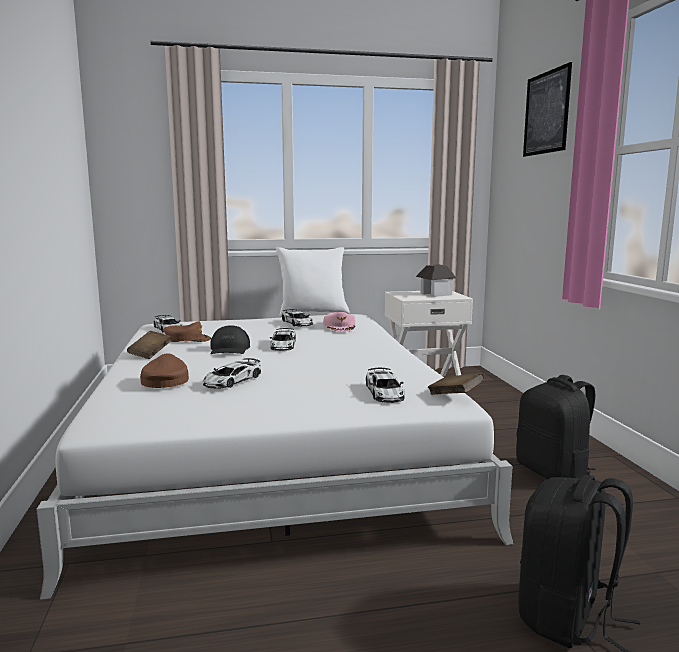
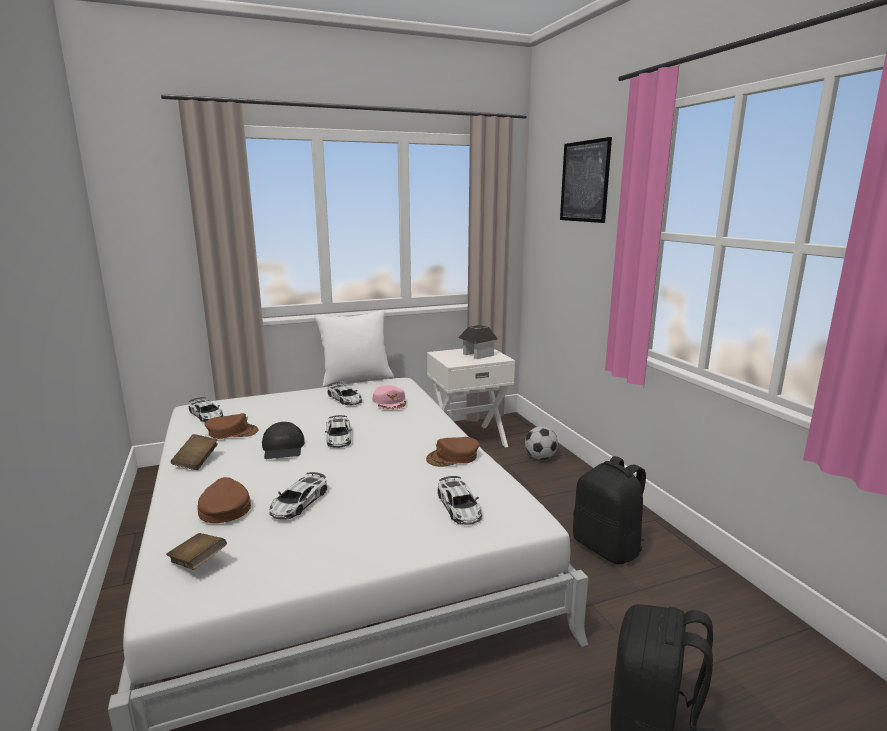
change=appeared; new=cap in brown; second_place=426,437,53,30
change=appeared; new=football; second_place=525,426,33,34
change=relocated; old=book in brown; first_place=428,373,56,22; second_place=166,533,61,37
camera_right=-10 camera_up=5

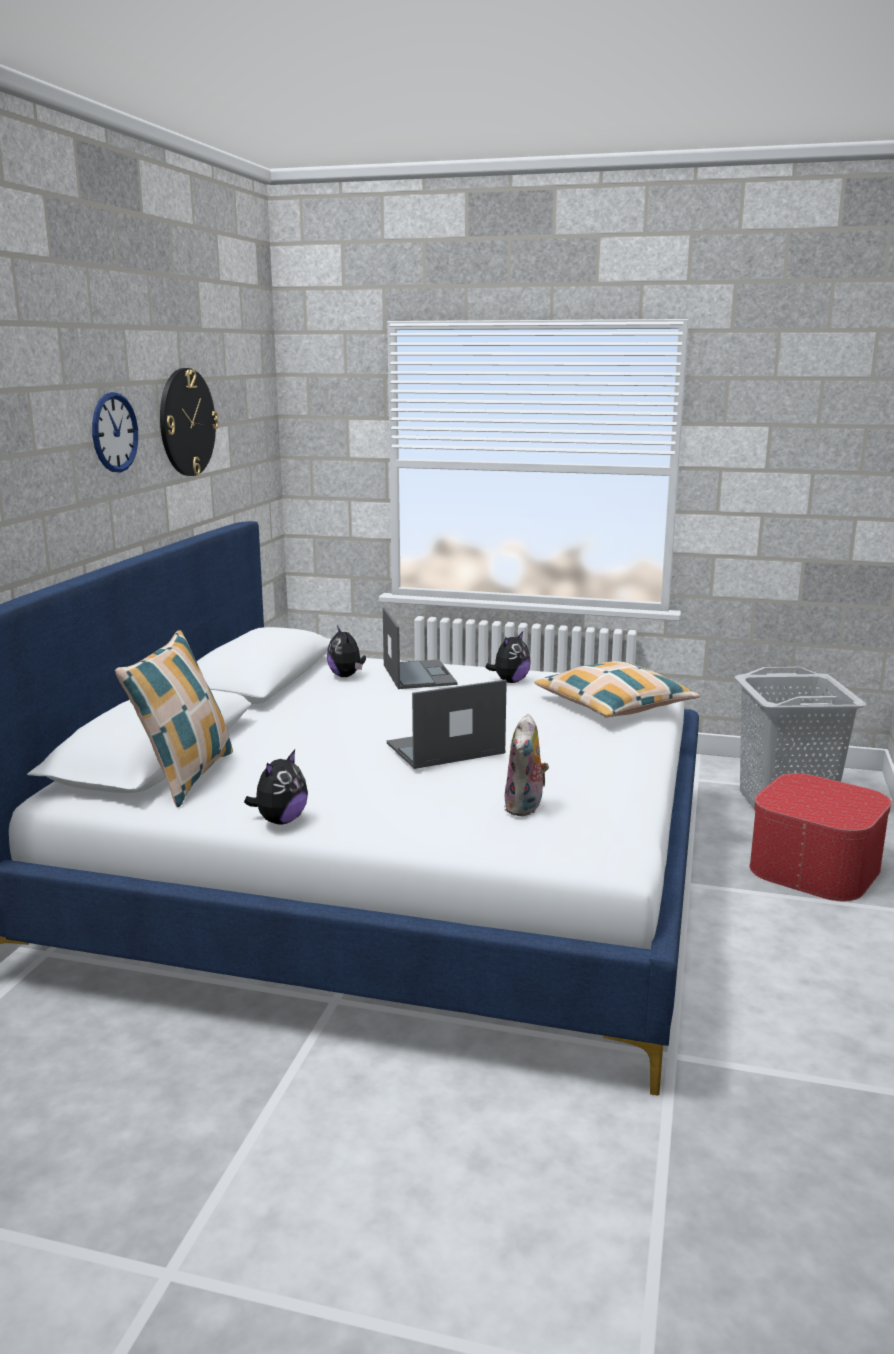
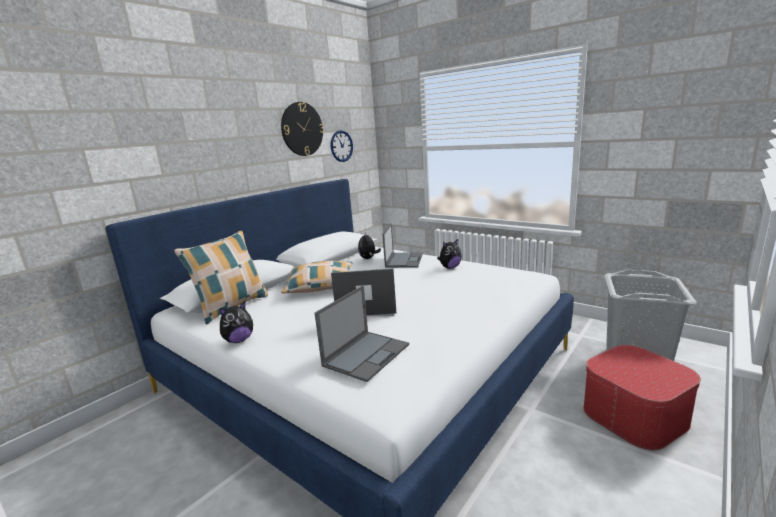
change=relocated; old=wall clock; first_place=92,392,46,80; second_place=331,130,22,32
change=relocated; old=pillow; first_place=535,661,165,57; second_place=281,261,71,32
change=exchanged; old=plush toy; new=laptop; first_place=504,714,46,102; second_place=315,285,94,97
camera_right=25 camera_up=0

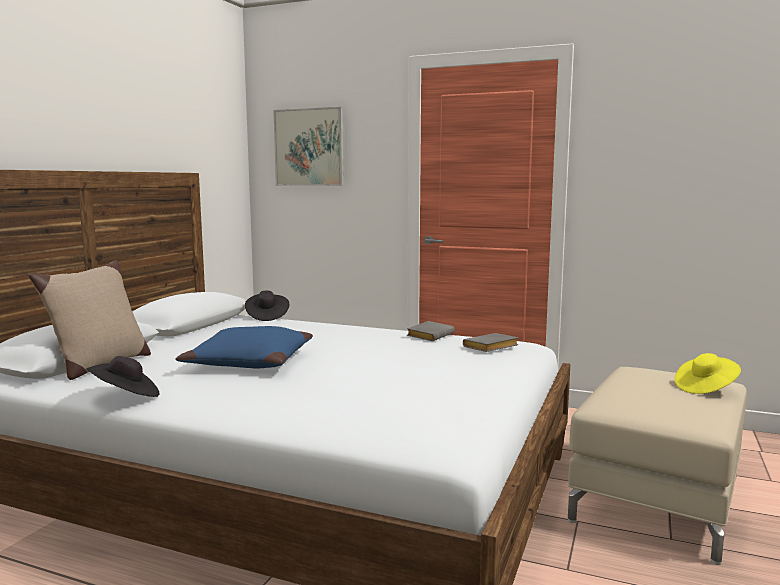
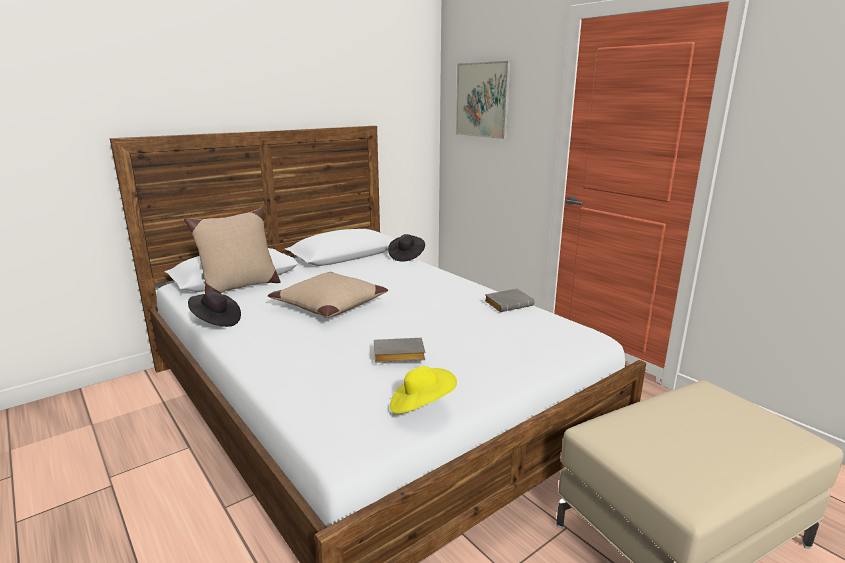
change=relocated; old=book in grey; first_place=463,333,55,19; second_place=374,338,51,25
change=relocated; old=hat in yellow; first_place=675,353,66,41; second_place=390,366,67,48
change=colour; old=pillow in blue; new=pillow in beige; first_place=176,326,137,42; second_place=268,272,120,46
camera_right=30 camera_up=10

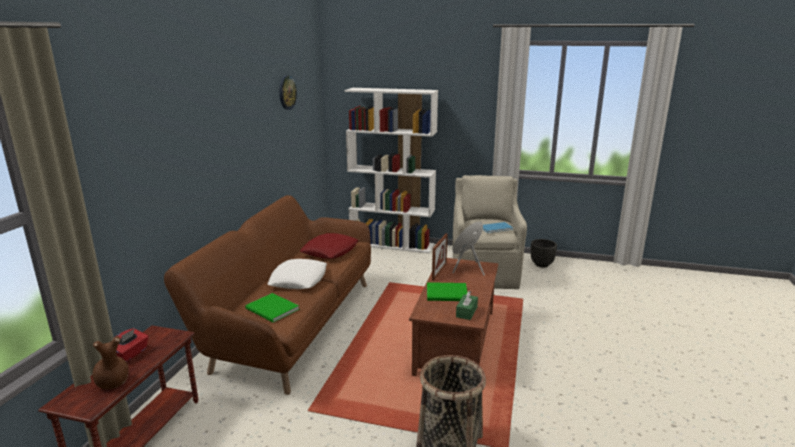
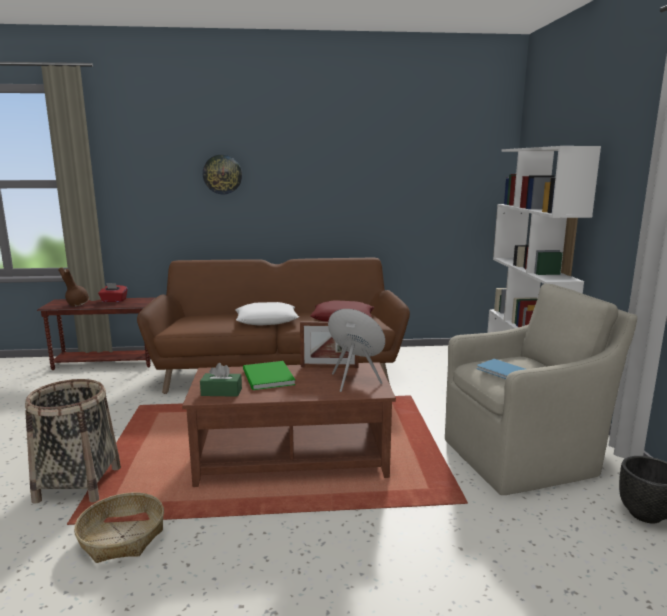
change=missing; old=book in green; first_place=245,293,54,30
change=appeared; new=basket; second_place=74,492,90,71
change=relocated; old=wall clock; first_place=279,75,18,35; second_place=203,155,39,39
camera_right=70 camera_up=-5

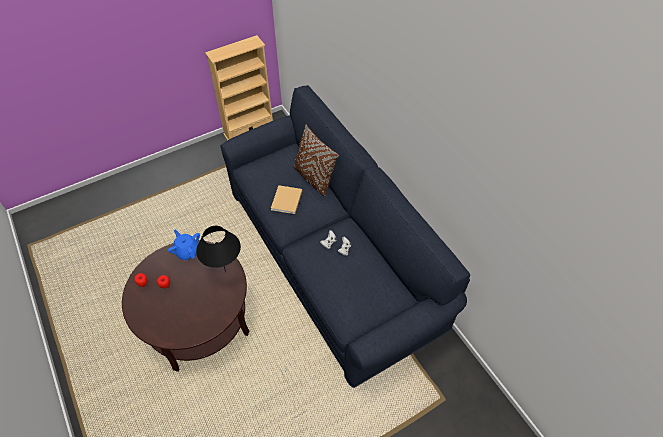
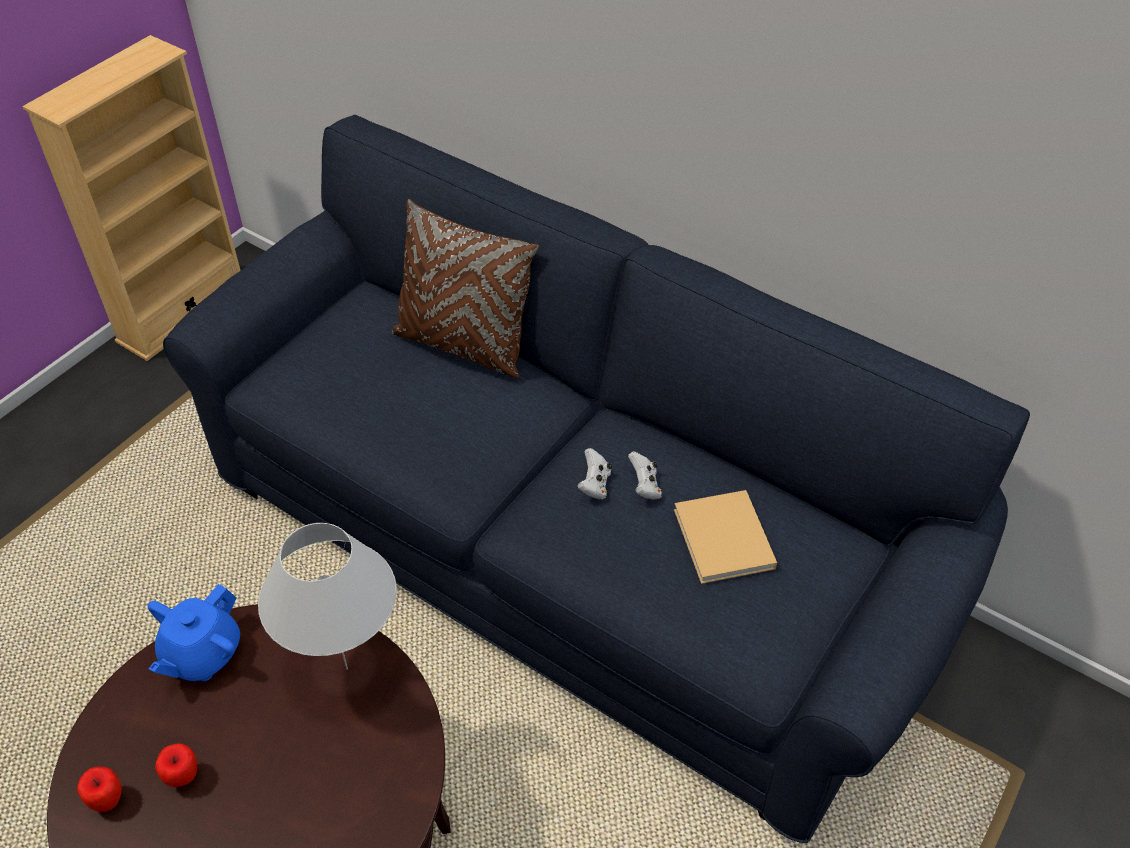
change=relocated; old=book in beige; first_place=271,185,31,29; second_place=674,490,103,94
change=colour; old=table lamp in black; new=table lamp in white; first_place=196,226,45,46; second_place=258,523,139,146
change=spun; old=teapot in blue; first_place=168,229,32,31; second_place=148,584,92,97; degrees=-90
camera_right=-25 camera_up=-5

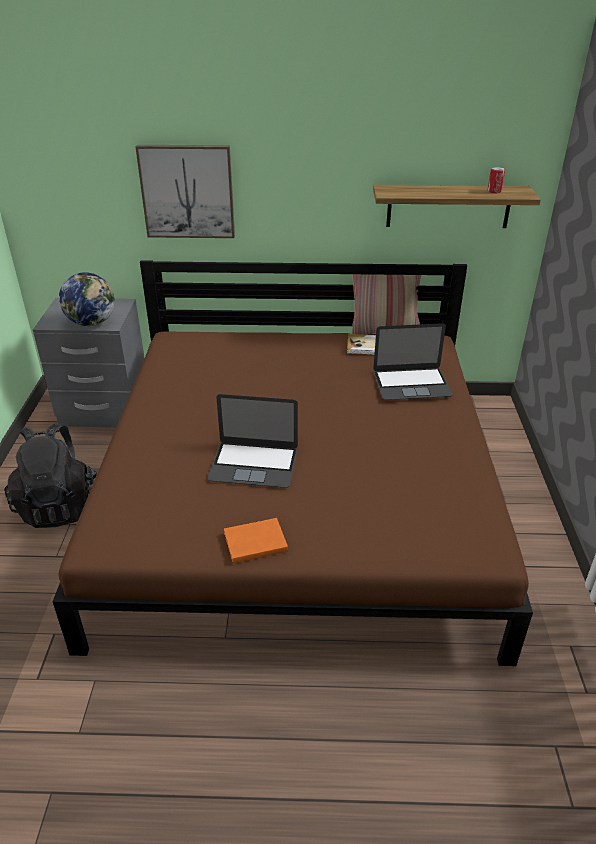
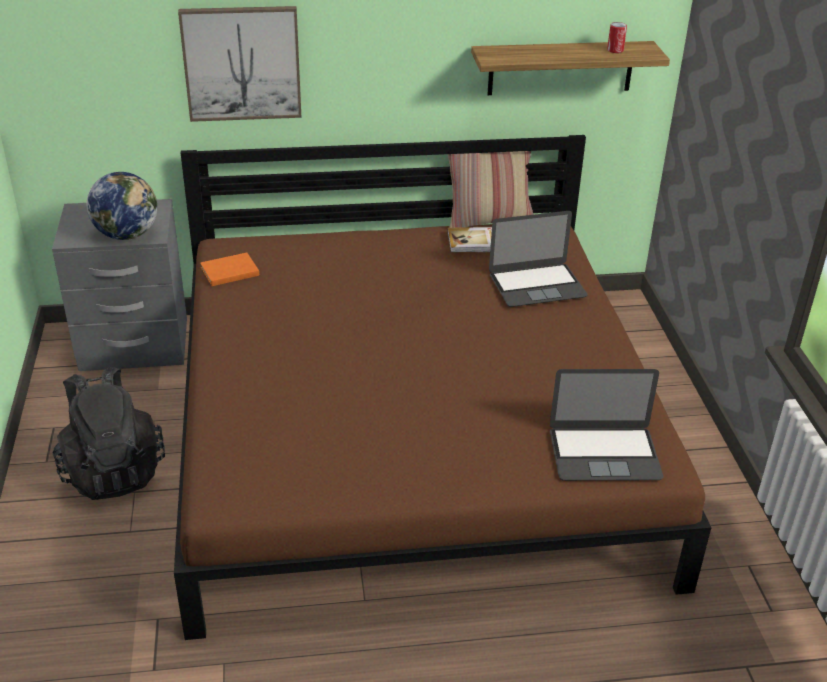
change=relocated; old=laptop; first_place=207,394,91,94; second_place=550,369,113,112
change=relocated; old=book in orange; first_place=224,518,64,45; second_place=200,252,59,34
camera_right=-10 camera_up=0

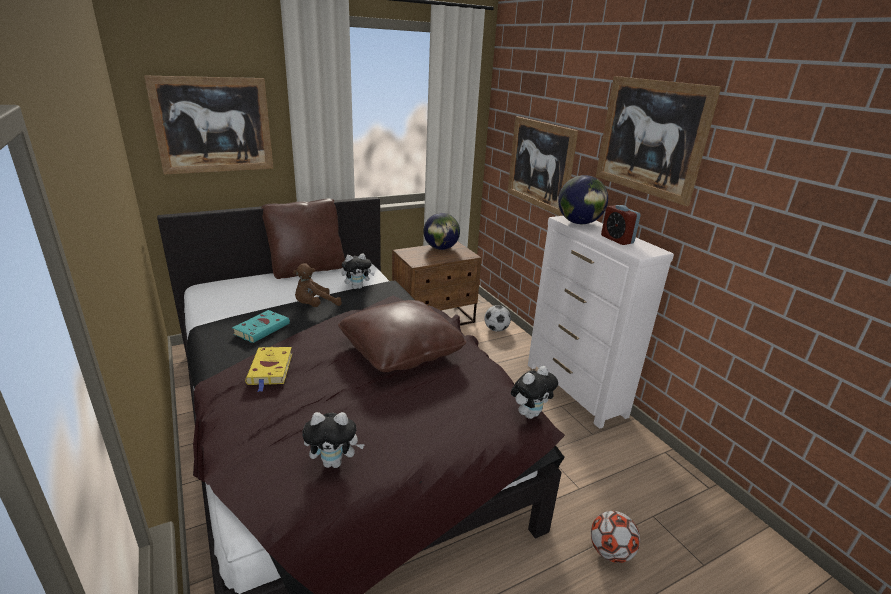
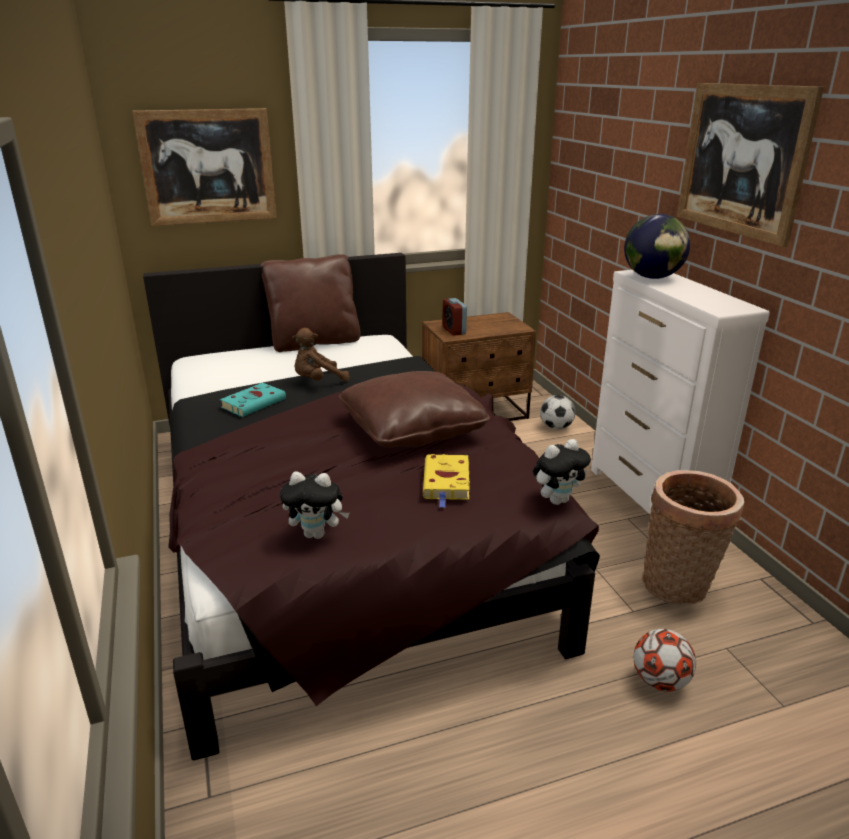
change=missing; old=plush toy; first_place=342,253,33,36
change=missing; old=globe; first_place=423,213,37,37
change=missing; old=picture; first_place=507,116,71,100
change=appeared; new=basket; second_place=642,470,102,135
change=relocated; old=book in yellow; first_place=245,347,47,45; second_place=423,454,47,54
change=relocated; old=alarm clock; first_place=601,205,40,40; second_place=443,298,24,38
camera_right=10 camera_up=0

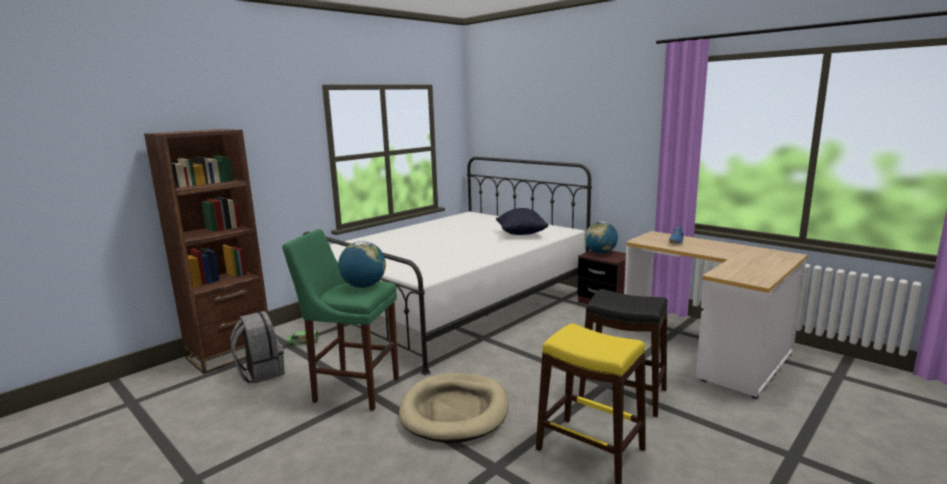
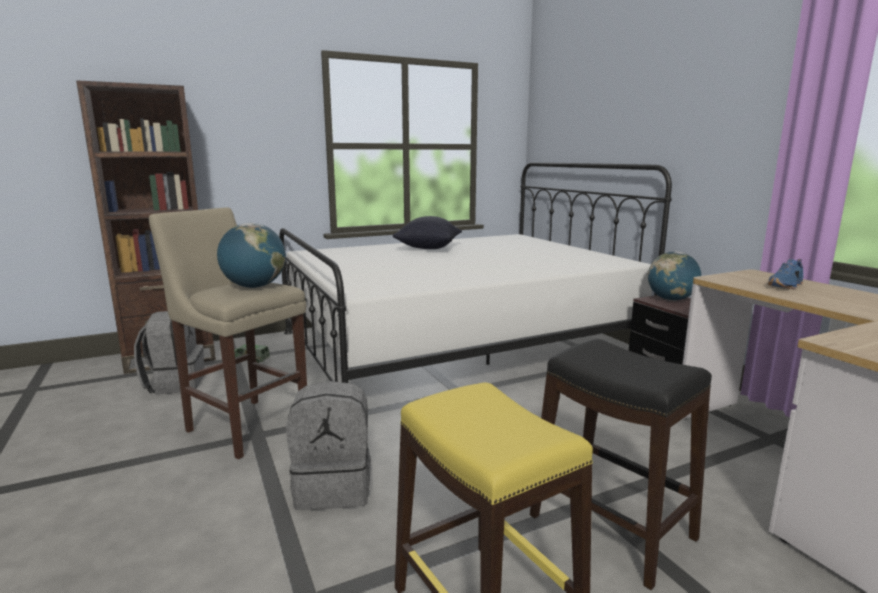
change=relocated; old=pillow in black; first_place=496,208,52,27; second_place=393,216,69,33
change=exchanged; old=dog bed in beige; new=backpack in grey; first_place=399,373,109,71; second_place=286,381,85,129
change=colour; old=stool in green; new=stool in beige; first_place=282,229,117,182; second_place=149,207,158,252
camera_right=20 camera_up=0

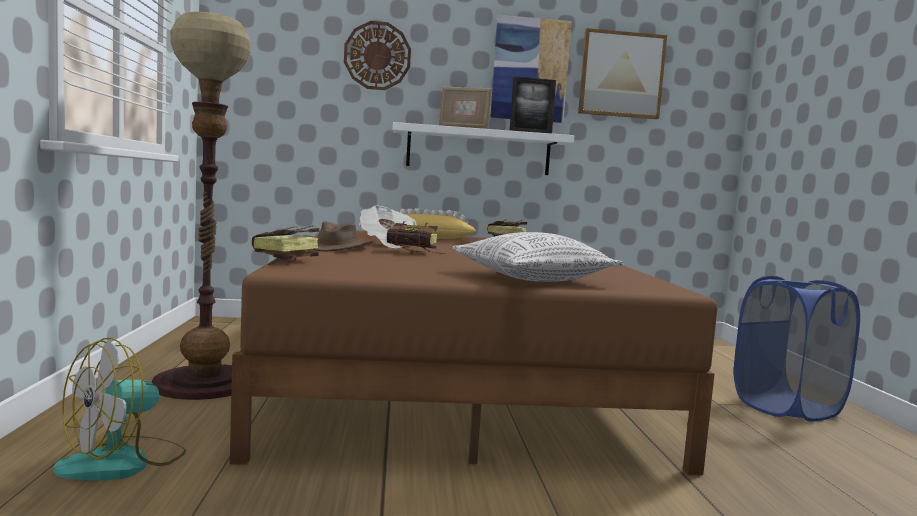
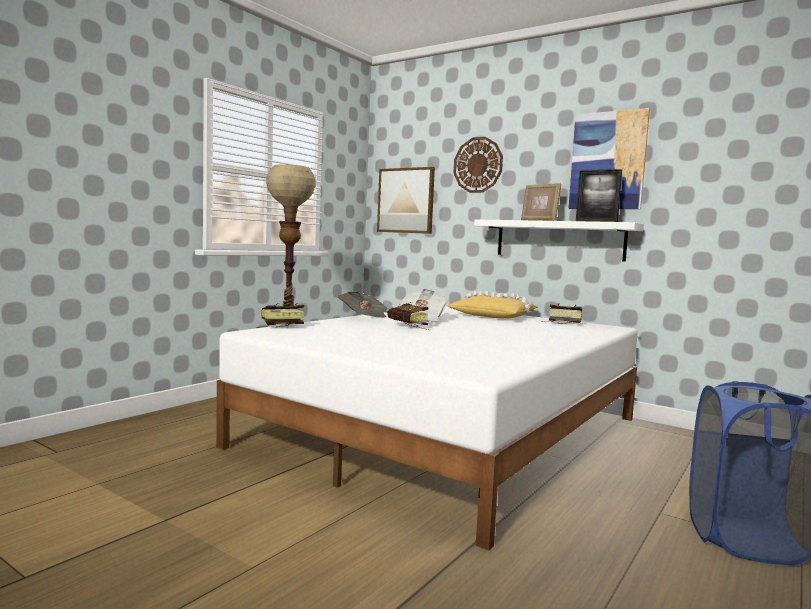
change=missing; old=fan; first_place=53,338,133,143
change=missing; old=pillow; first_place=452,232,171,50
change=relocated; old=picture; first_place=578,28,89,91; second_place=377,167,58,67
change=exchanged; old=hat in brown; new=newspaper; first_place=303,221,70,30; second_place=338,291,50,27
change=colour; old=bed in brown; new=bed in white; first_place=230,230,488,245; second_place=216,306,422,245
camera_right=40 camera_up=0

